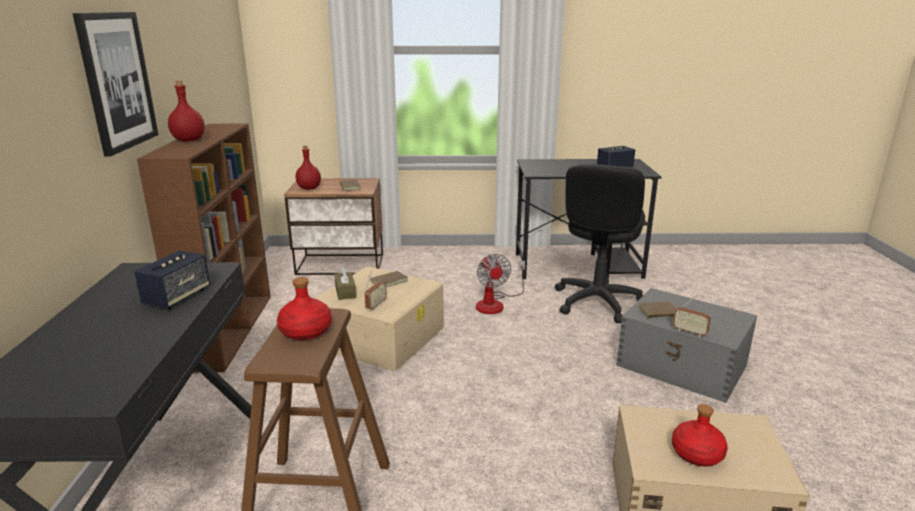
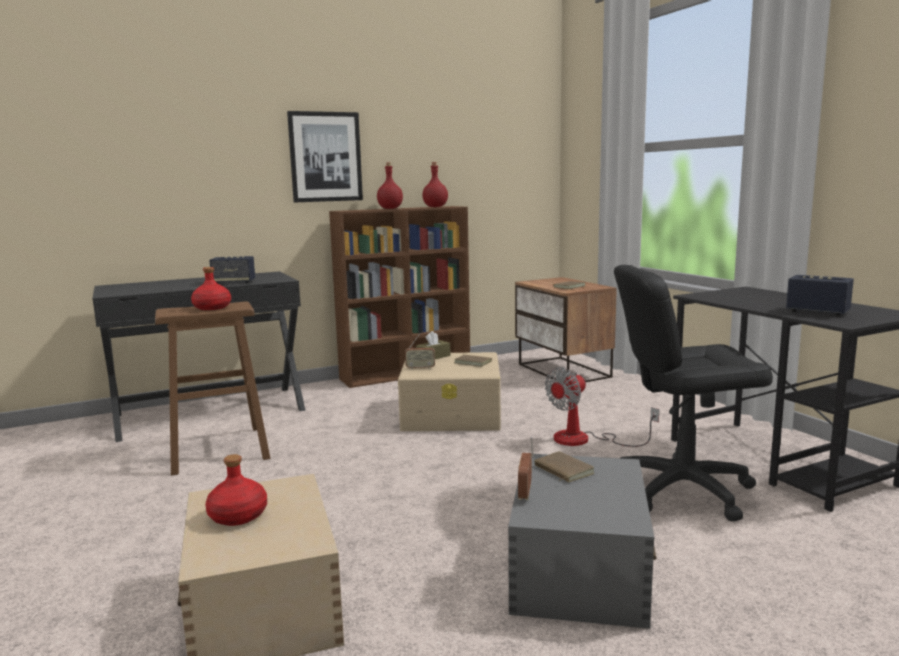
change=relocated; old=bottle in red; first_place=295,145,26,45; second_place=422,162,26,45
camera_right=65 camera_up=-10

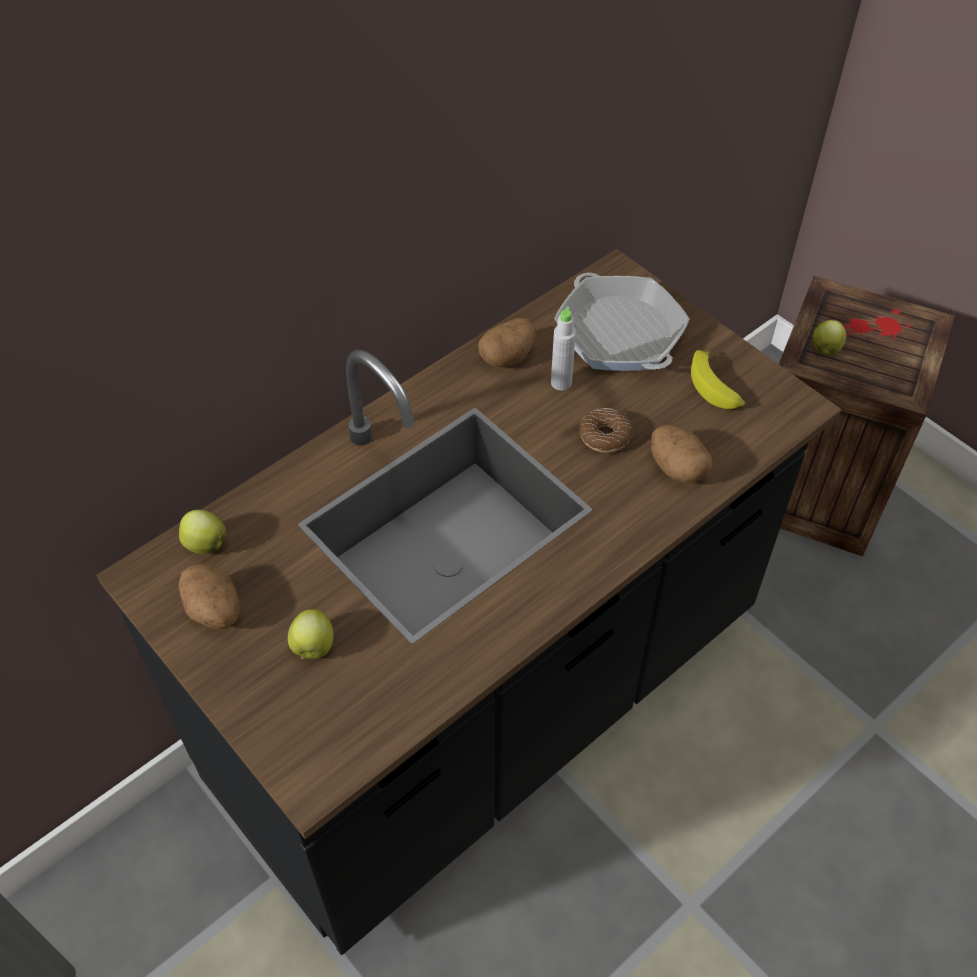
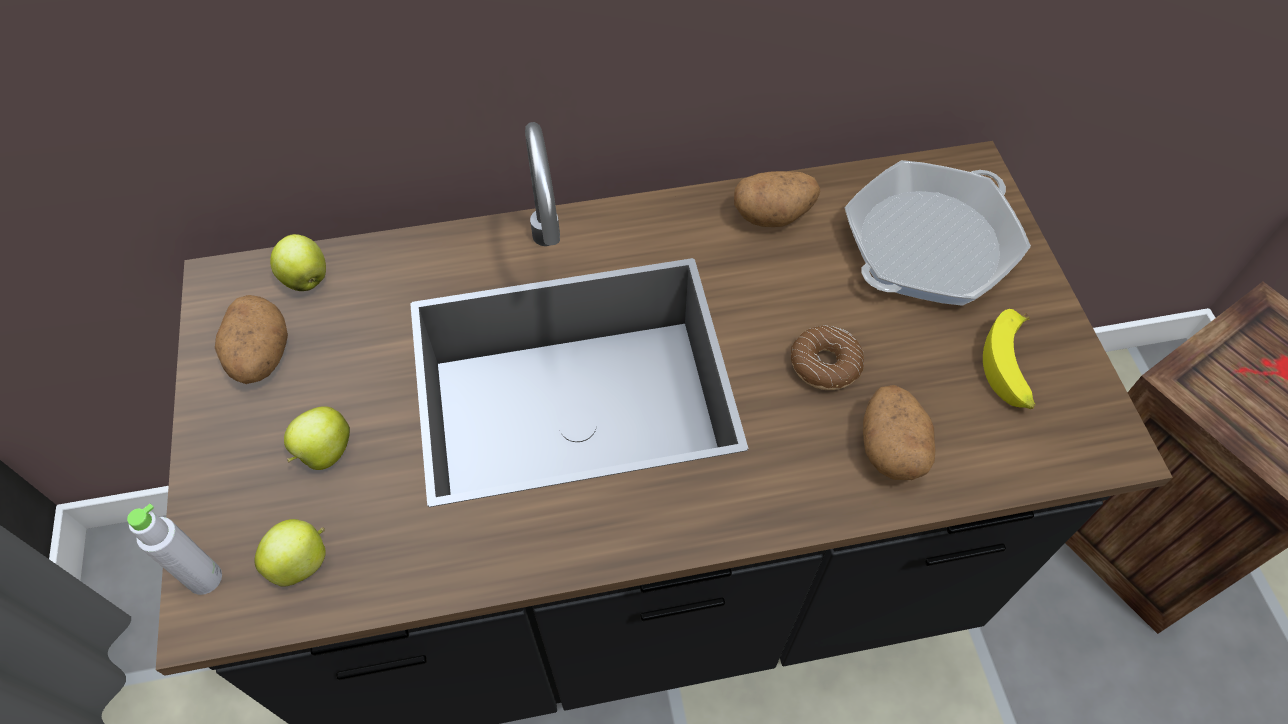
change=relocated; old=bottle in grey; first_place=551,306,25,84; second_place=127,504,95,91
change=relocated; old=apple; first_place=813,320,33,35; second_place=255,519,71,68
change=spun; old=frying pan; first_place=554,273,136,98; second_place=844,160,187,146; degrees=45
camera_right=30 camera_up=5

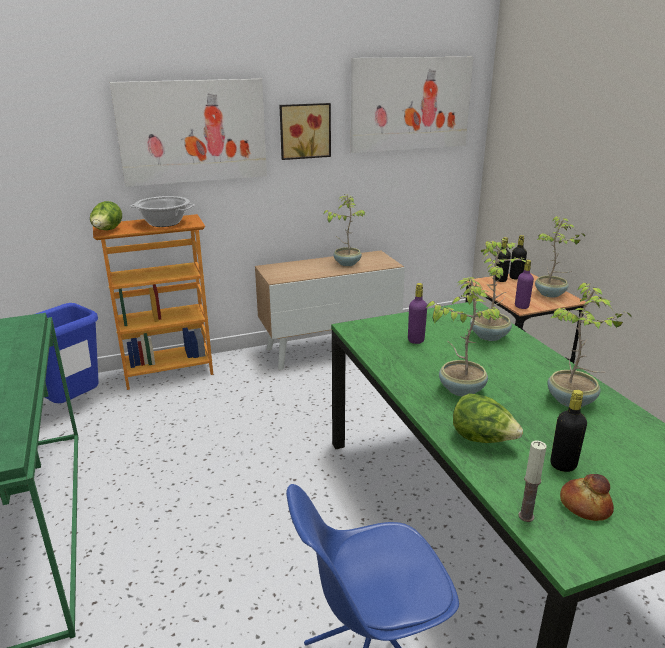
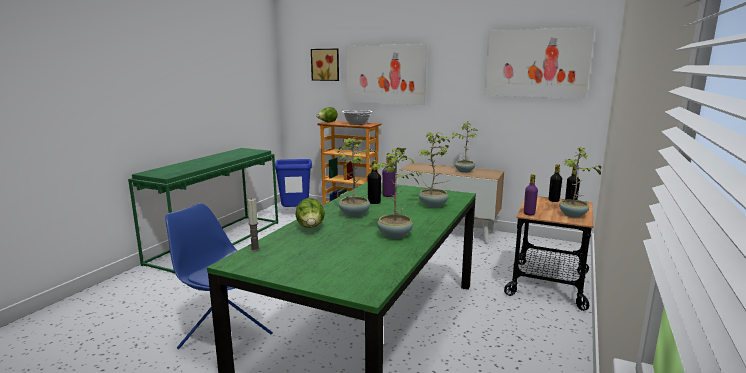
change=missing; old=bread; first_place=560,474,54,47
change=relocated; old=picture; first_place=279,103,52,57; second_place=311,49,28,32
change=relocated; old=bottle in black; first_place=550,390,37,82; second_place=368,160,13,44
camera_right=45 camera_up=-10

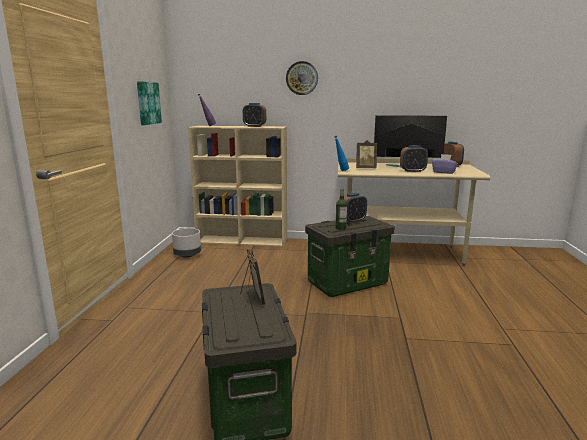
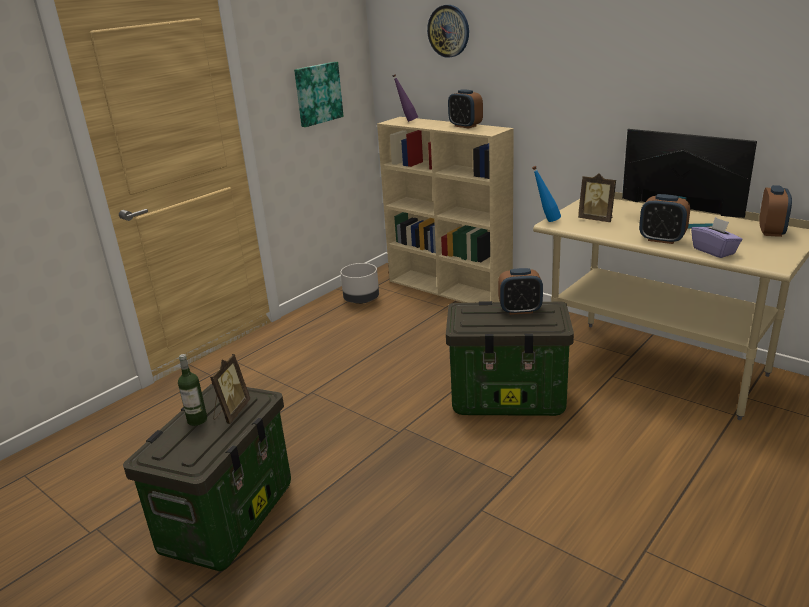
change=relocated; old=wall clock; first_place=286,61,32,34; second_place=427,5,42,53
change=relocated; old=bottle; first_place=336,188,11,42; second_place=178,354,29,72
camera_right=35 camera_up=10

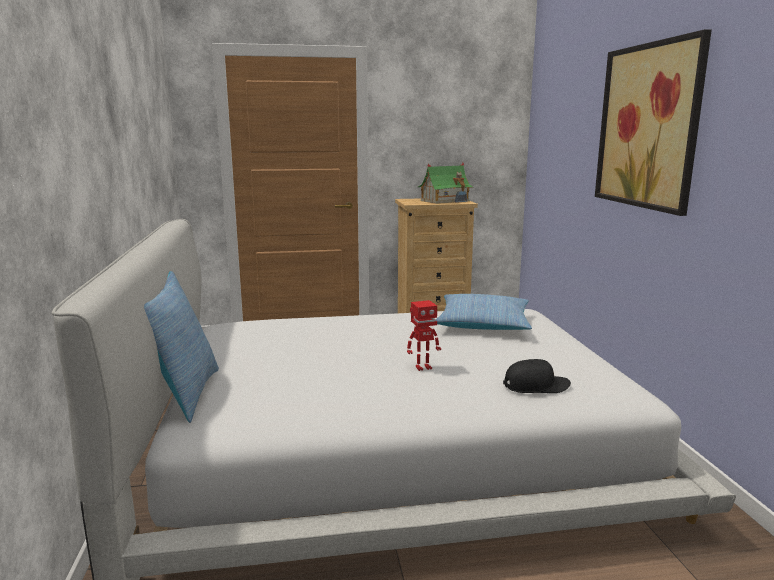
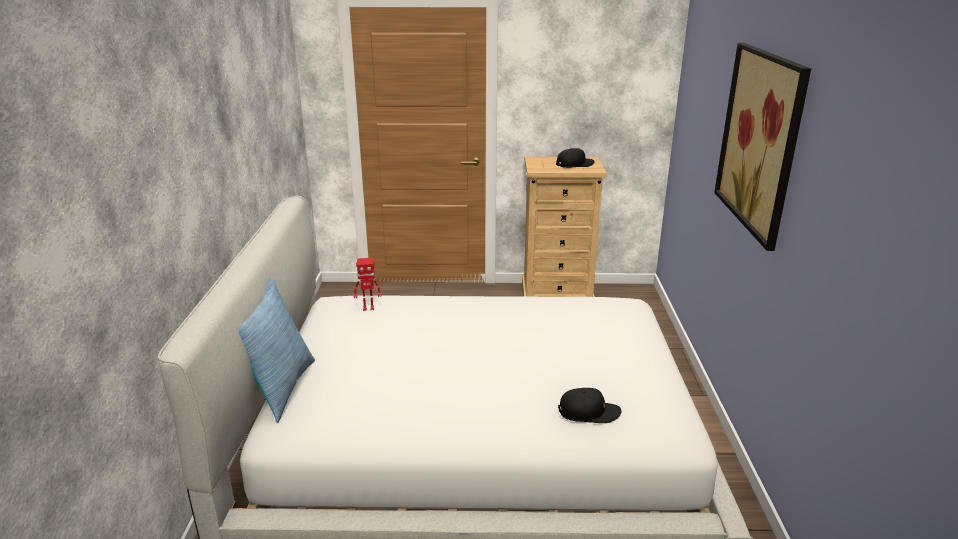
change=missing; old=pillow; first_place=436,294,96,36
change=relocated; old=toy robot; first_place=407,300,34,71; second_place=354,258,27,53
change=exchanged; old=toy house; new=cap in black; first_place=418,163,56,41; second_place=556,148,39,20
camera_right=10 camera_up=10

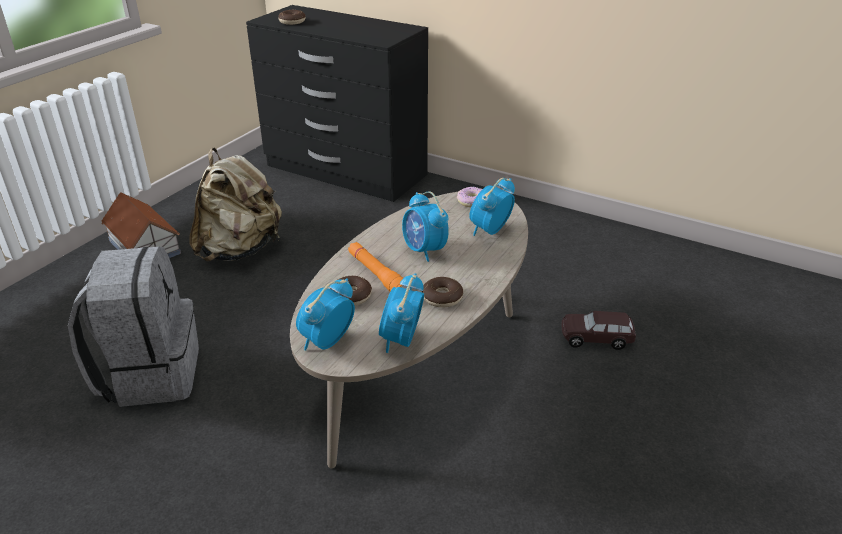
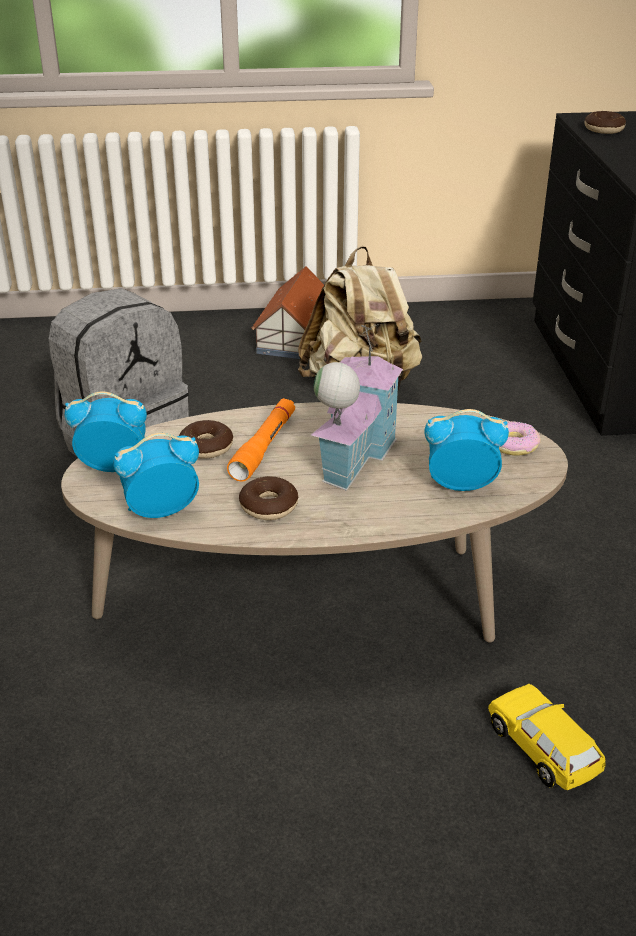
change=exchanged; old=alarm clock; new=toy house; first_place=402,191,47,71; second_place=311,324,92,167
change=colour; old=toy car in brown; new=toy car in yellow; first_place=561,311,75,39; second_place=488,684,118,106
camera_right=55 camera_up=0

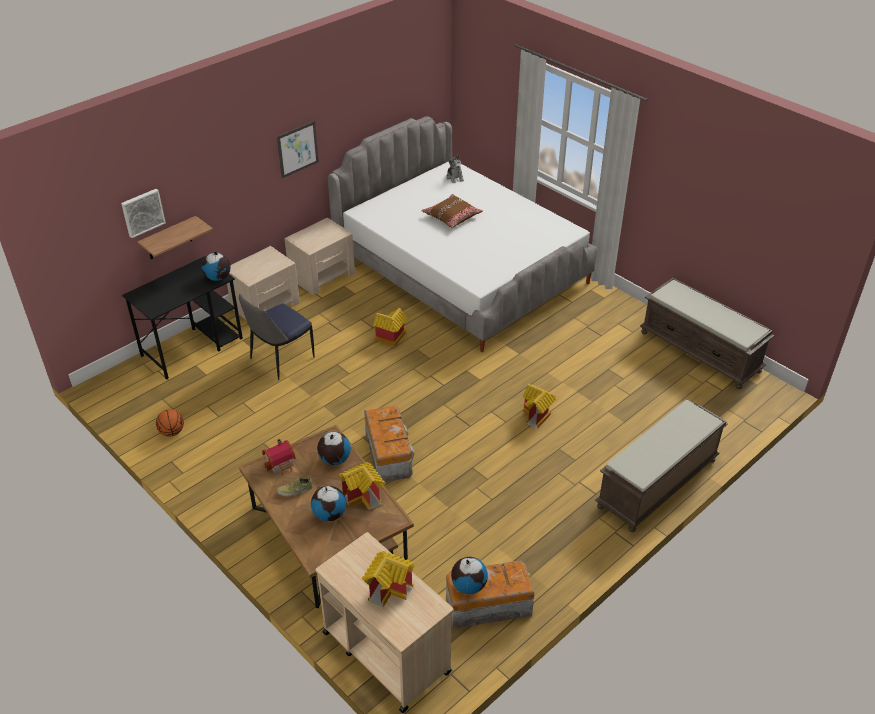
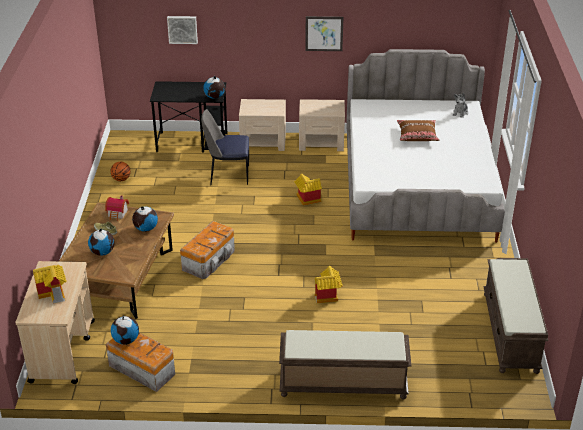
change=missing; old=shelf; first_place=137,216,76,43
change=missing; old=toy house; first_place=339,462,46,48
camera_right=45 camera_up=-5

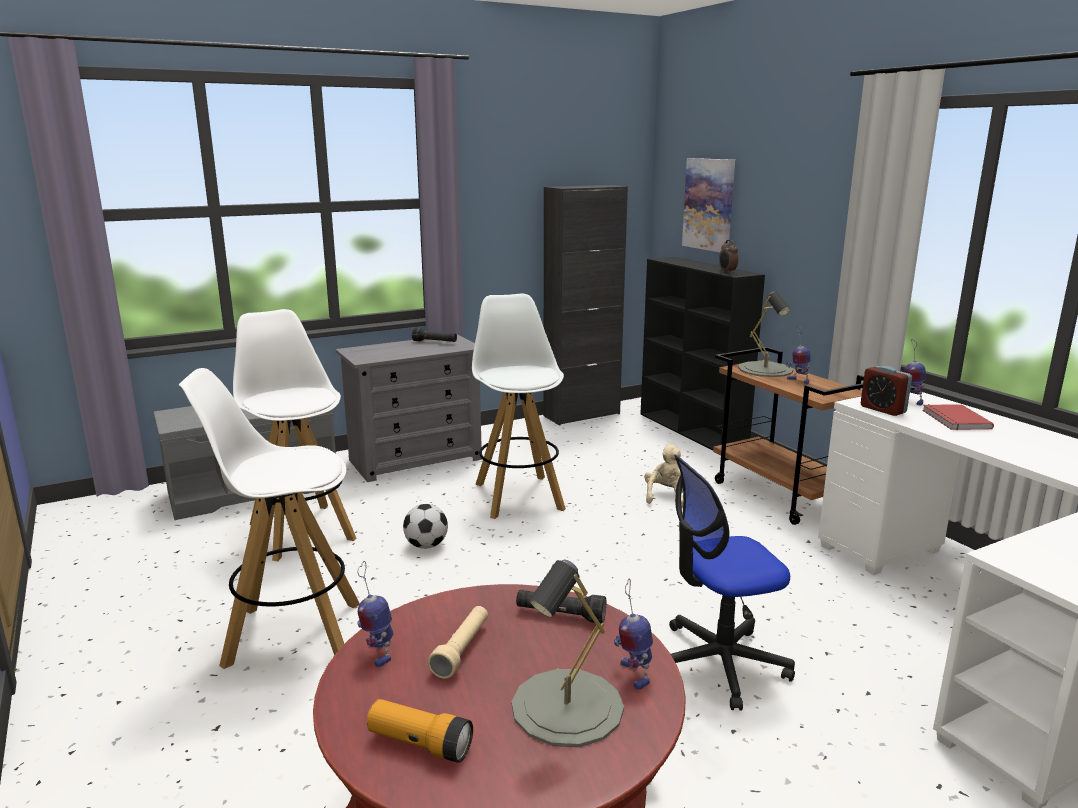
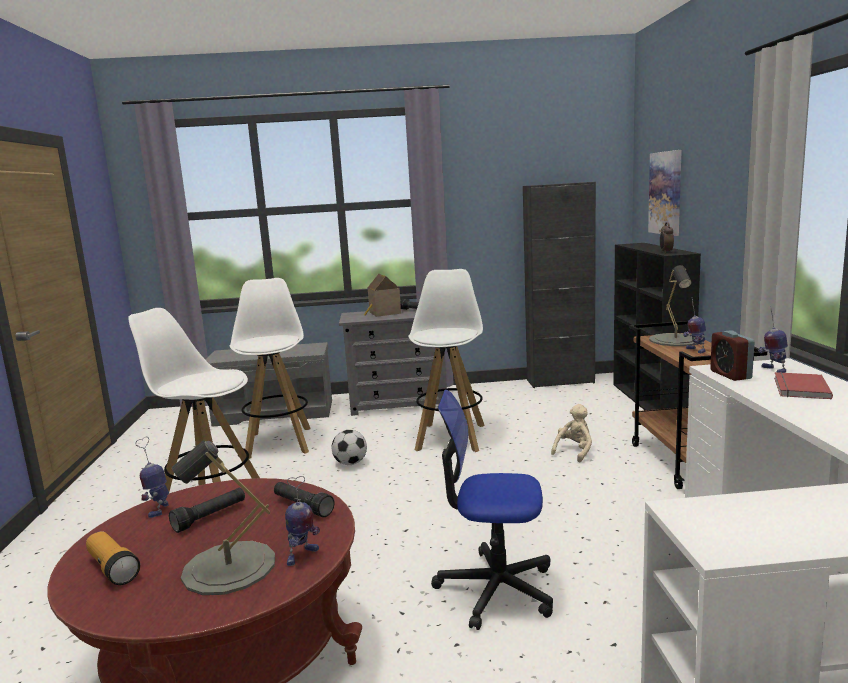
change=appeared; new=toy house; second_place=364,274,37,43
change=colour; old=flashlight in beige; new=flashlight in black; first_place=428,606,60,73; second_place=169,488,76,45
change=spun; old=toy robot; first_place=614,578,39,112; second_place=285,476,35,90; degrees=-150
camera_right=25 camera_up=-5

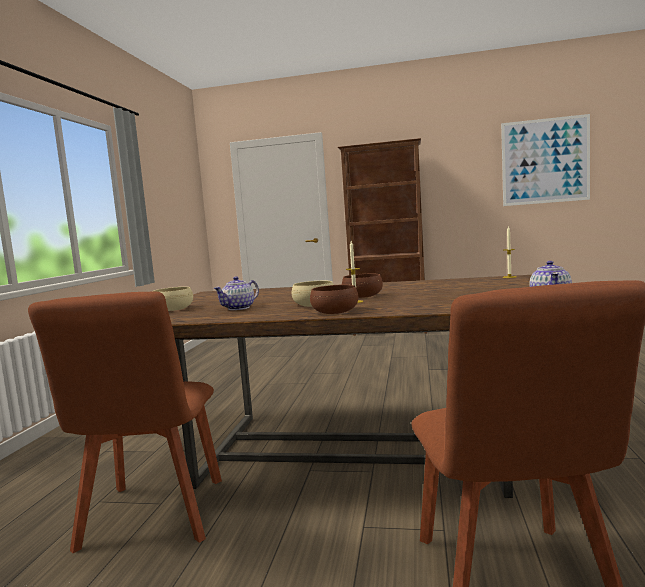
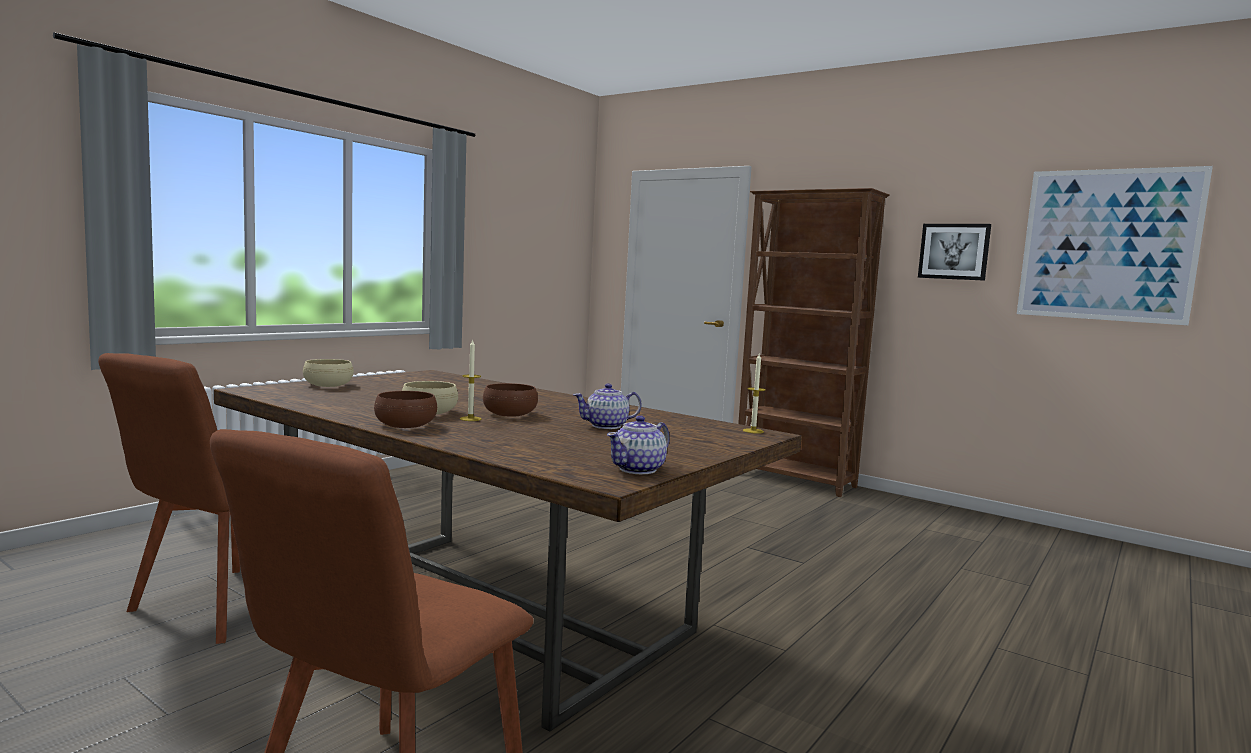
change=appeared; new=picture; second_place=918,224,73,57
change=relocated; old=teapot; first_place=213,276,46,34; second_place=573,383,69,46
camera_right=25 camera_up=0

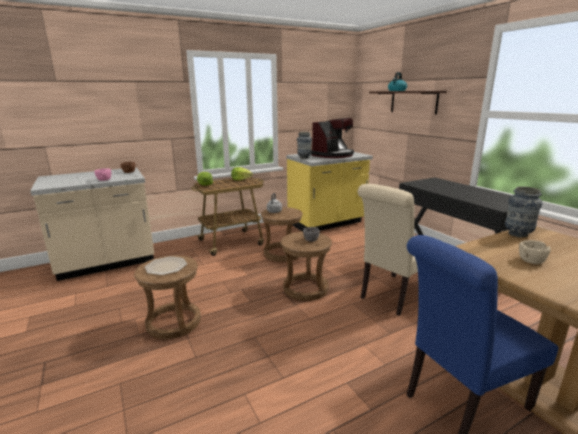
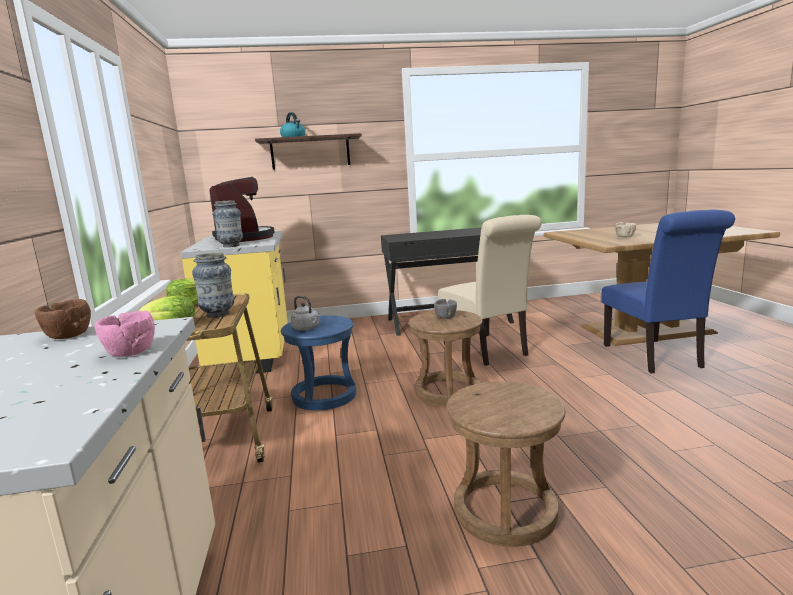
change=missing; old=plate; first_place=145,256,42,19
change=relocated; old=vase; first_place=505,186,38,52; second_place=192,253,42,65
change=colour; old=stool in brown; new=stool in blue; first_place=261,207,42,55; second_place=281,315,75,96
camera_right=-70 camera_up=-5

